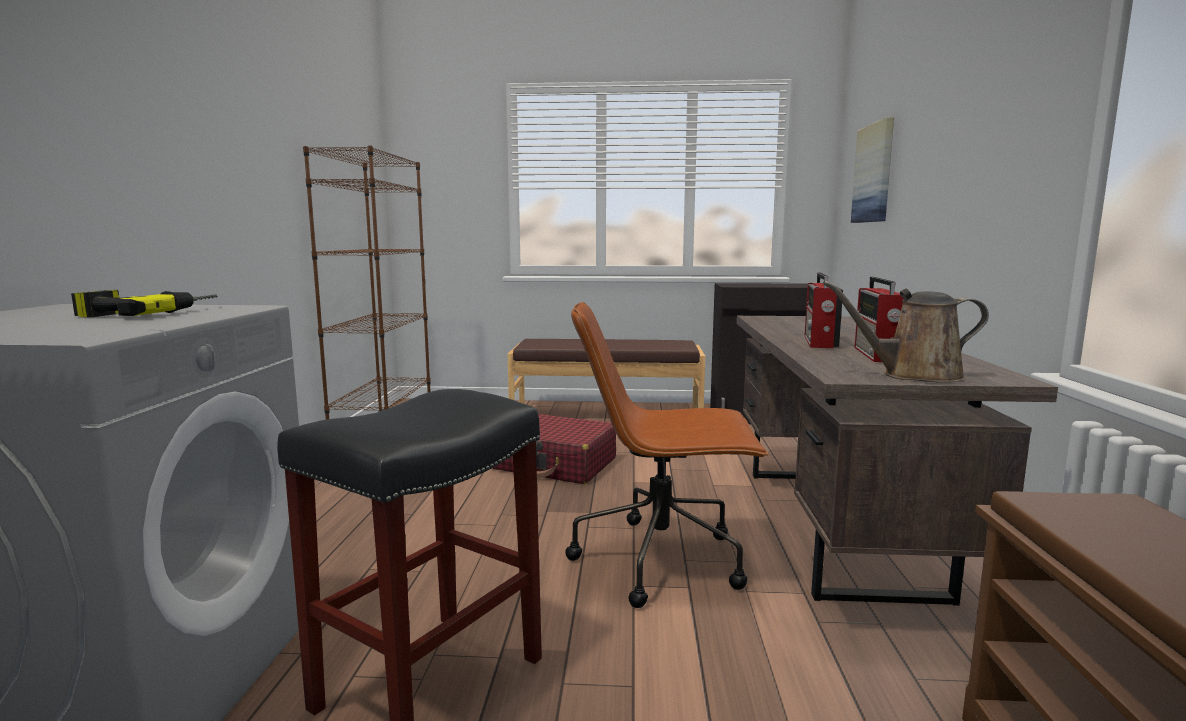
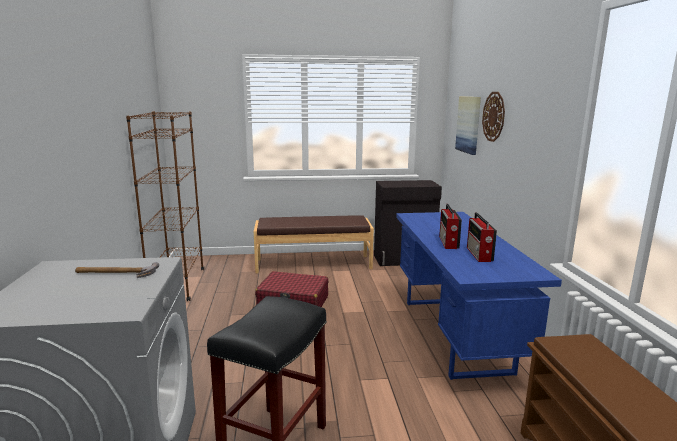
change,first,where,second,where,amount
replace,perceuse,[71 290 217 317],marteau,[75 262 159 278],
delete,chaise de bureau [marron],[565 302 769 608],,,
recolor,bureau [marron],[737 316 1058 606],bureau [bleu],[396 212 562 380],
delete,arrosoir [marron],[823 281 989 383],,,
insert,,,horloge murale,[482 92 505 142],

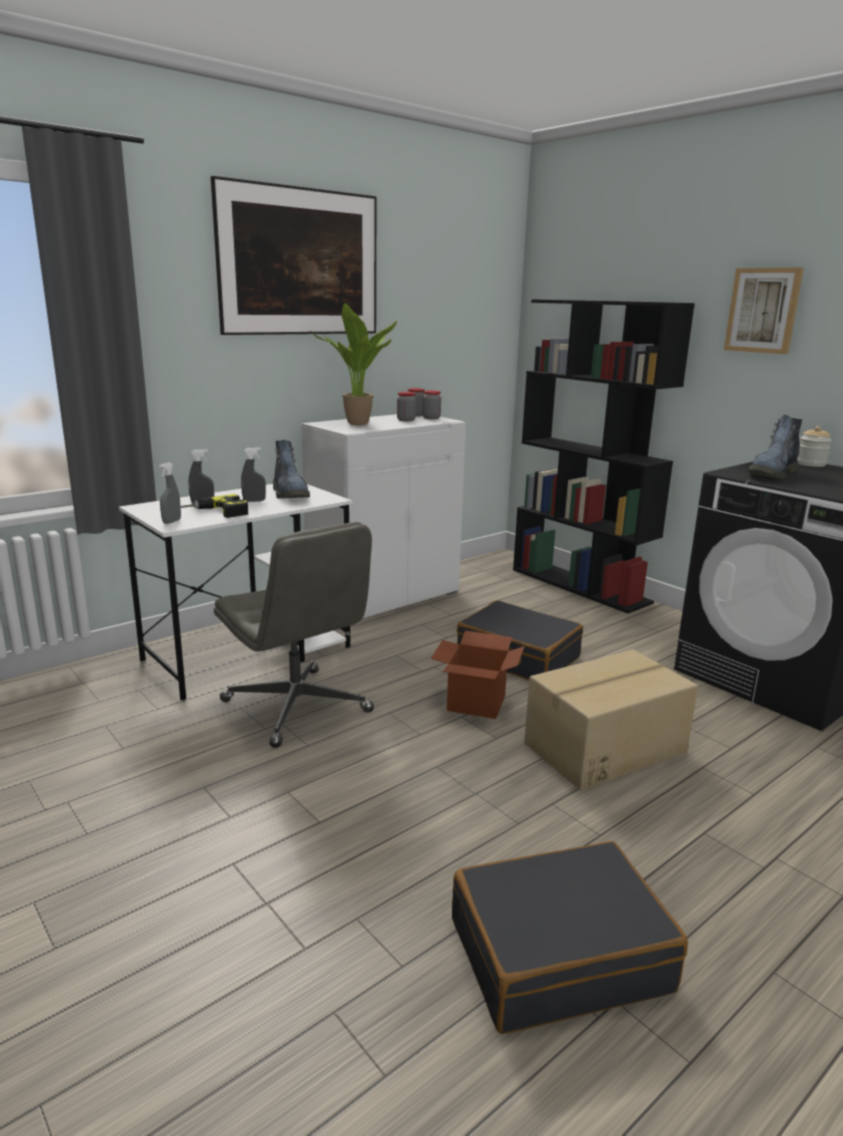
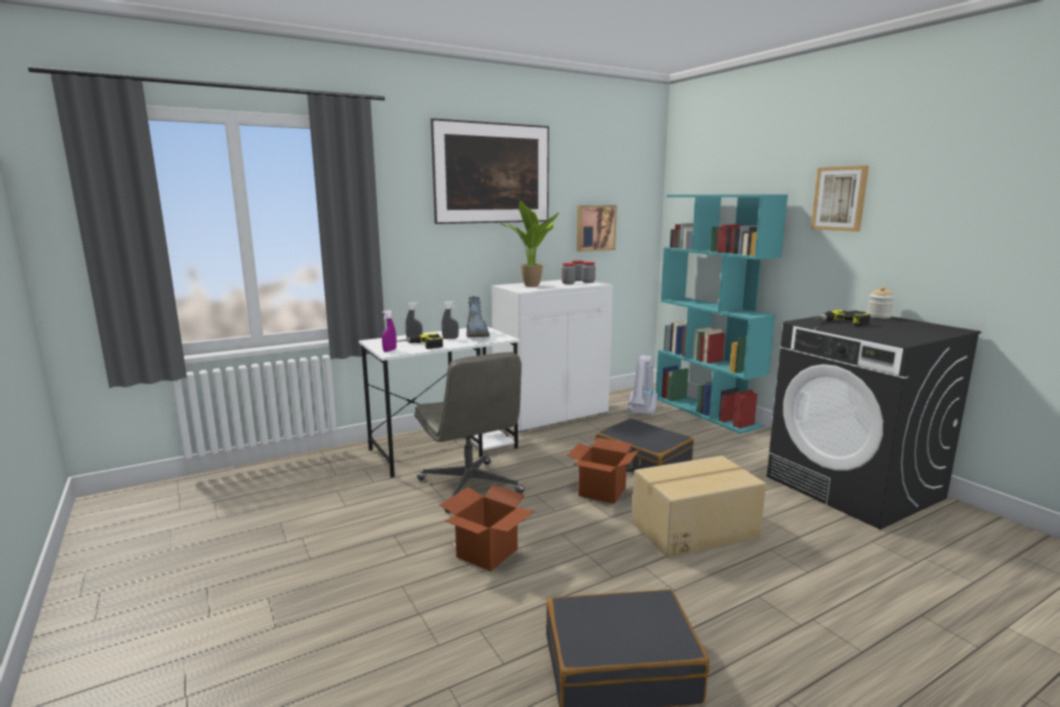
change,first,where,second,where,amount
recolor,vaporisateur [gris],[159 462 181 524],vaporisateur [violet],[382 310 397 352],
recolor,bibliothèque [noir],[513 299 695 613],bibliothèque [turquoise],[656 194 788 434],
replace,botte,[748 415 802 479],perceuse,[812 310 871 326],
insert,,,carton,[439 485 534 571],
insert,,,tableau,[577 205 617 252],
insert,,,aspirateur,[628 355 657 416],

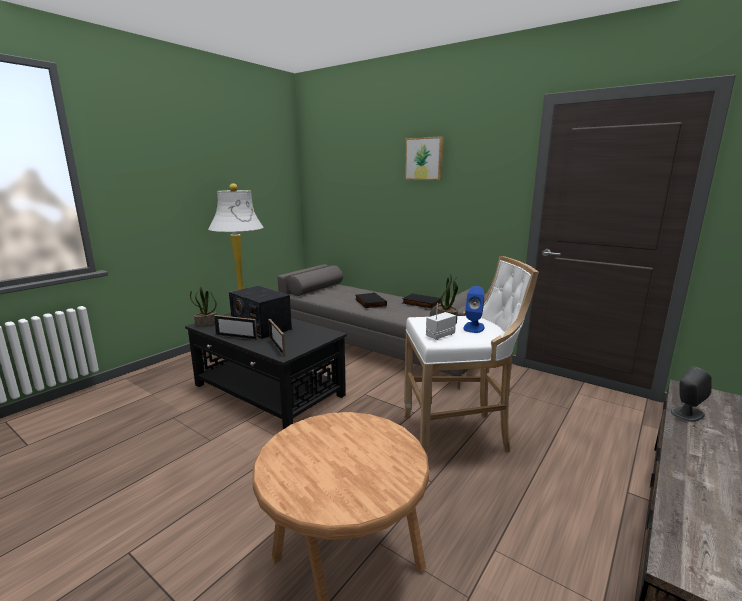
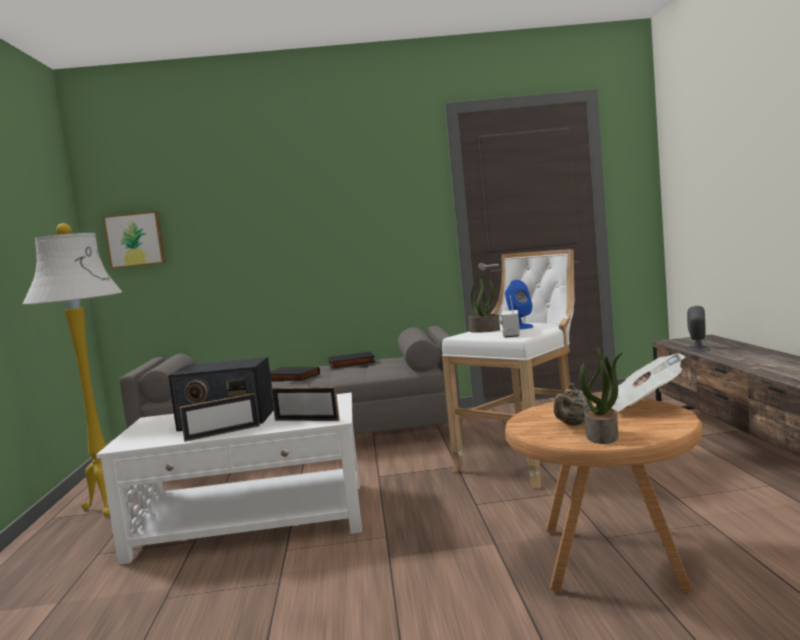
change,first,where,second,where,amount
recolor,table basse [noir],[185 312 347 429],table basse [blanc],[96 393 362 565],
move,plante en pot,[190 286 217 327],,[579 347 623 444],
move,tableau,[405 136 444 180],,[103 211 166 269],
insert,,,théière [beige],[554 383 590 426],
insert,,,journal,[595 354 685 412],

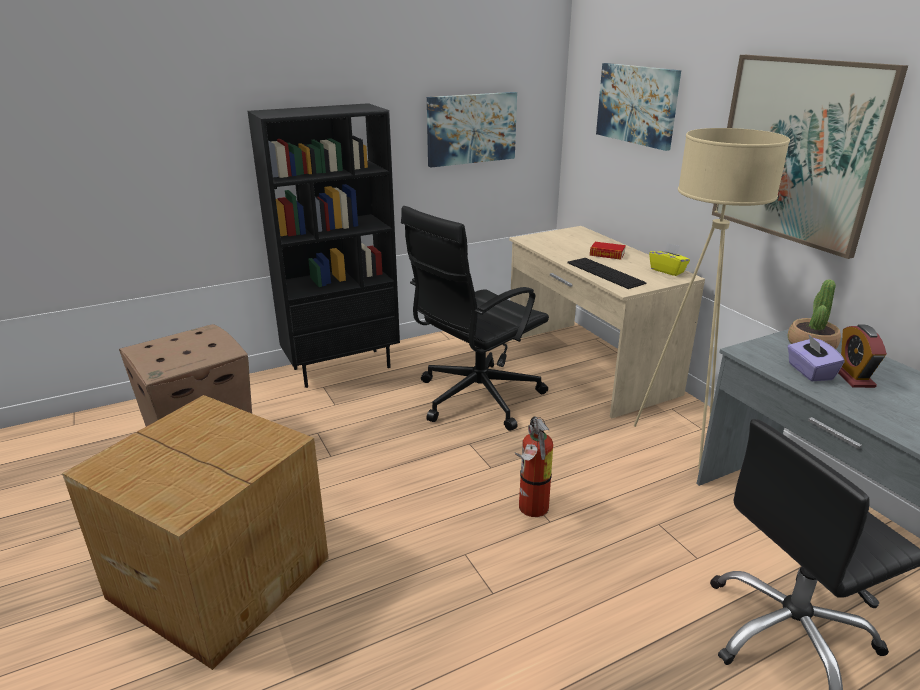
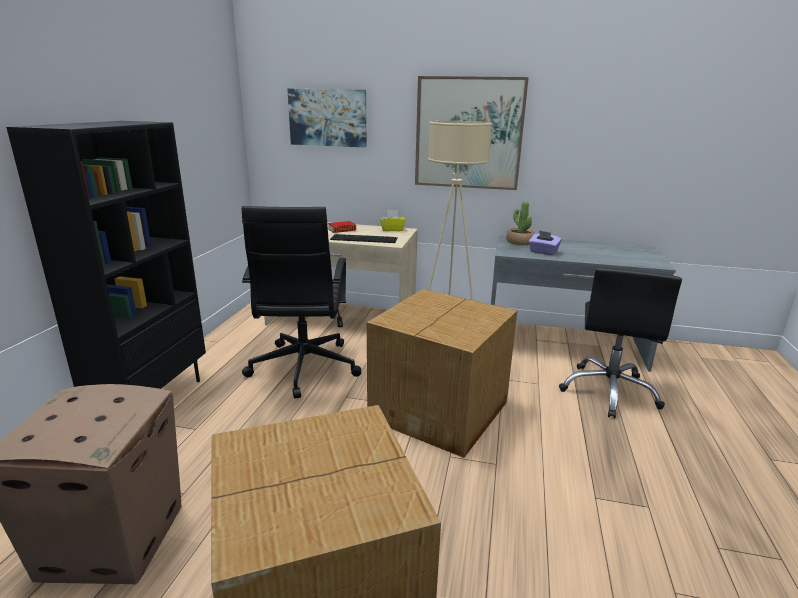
change,first,where,second,where,amount
delete,tableau,[427 92 517 168],,,
replace,extincteur,[515 416 553 517],carton,[367 289 517 458],
delete,réveil,[838 324 887 388],,,

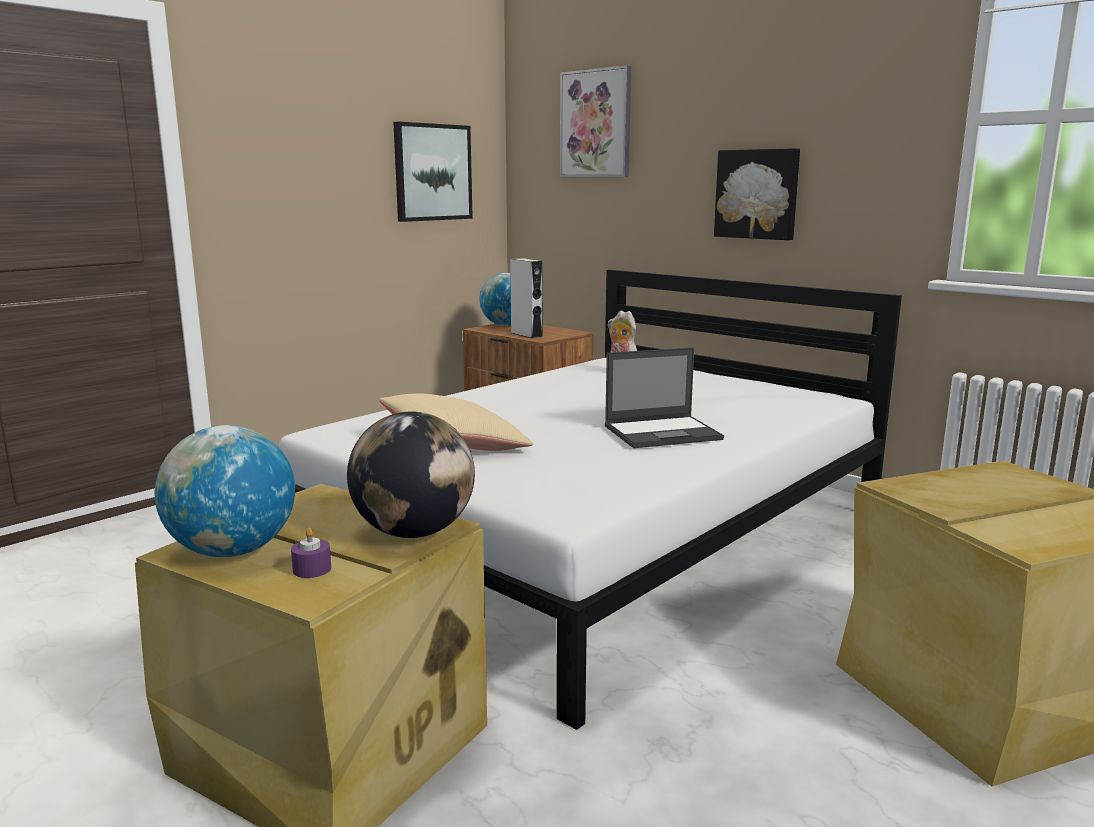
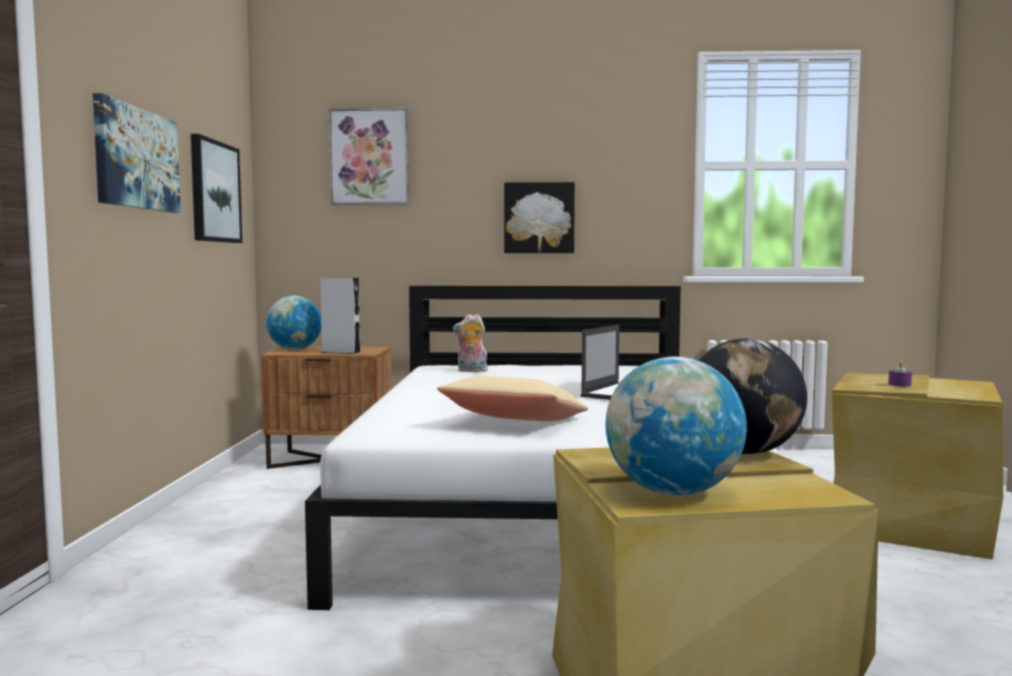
change,first,where,second,where,amount
move,bougie [violet],[291 528 331 578],,[889 361 912 386],
insert,,,tableau,[93 93 181 213],

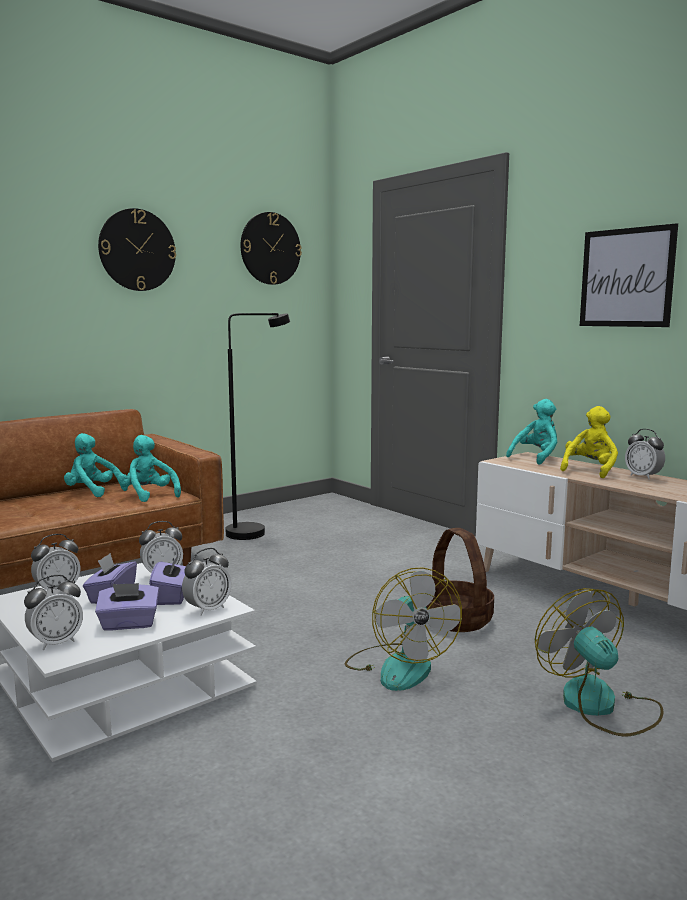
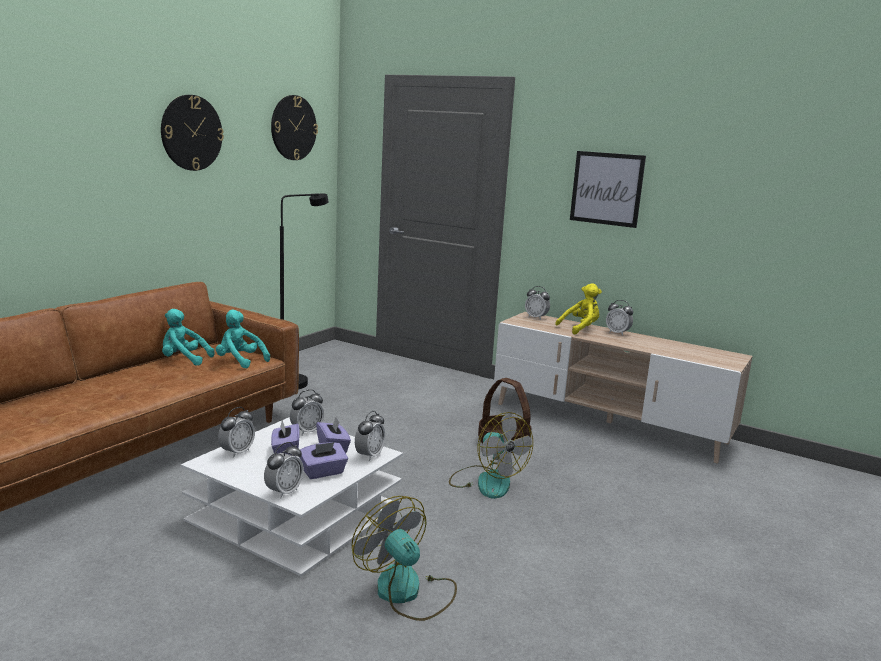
change,first,where,second,where,amount
replace,peluche [turquoise],[506 399 558 465],réveil,[525 286 550 320],
move,ventilateur,[535 588 663 737],,[351 496 457 621],
rotate,peluche [jaune],[560 406 618 478],,[555 283 602 335],45 degrees clockwise

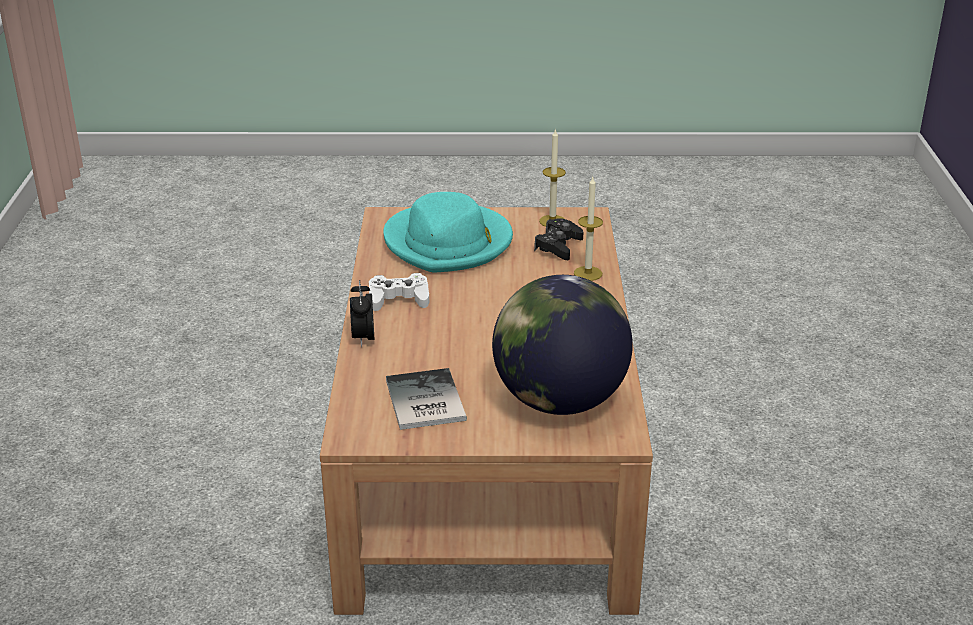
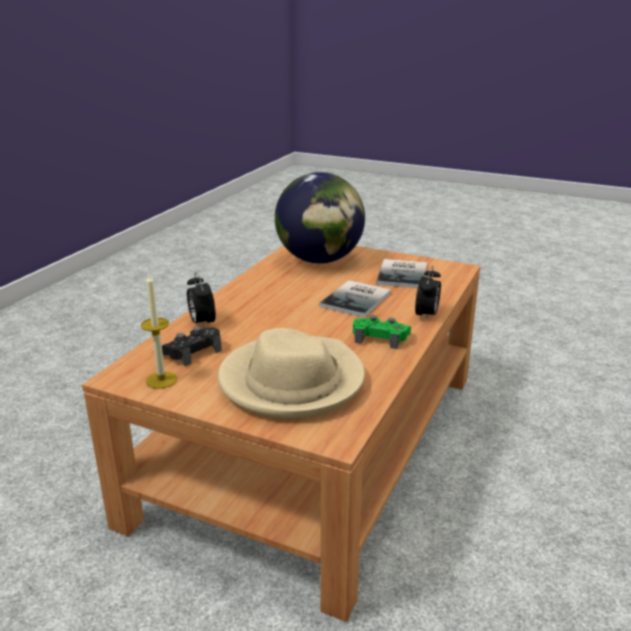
change,first,where,second,where,amount
recolor,manette [blanc],[369 273 429 311],manette [vert],[353 315 411 349],
recolor,chapeau [turquoise],[383 192 513 273],chapeau [beige],[218 328 365 419],
replace,bougie,[574 177 603 281],réveil,[187 272 216 329],
insert,,,livre,[319 280 391 318],

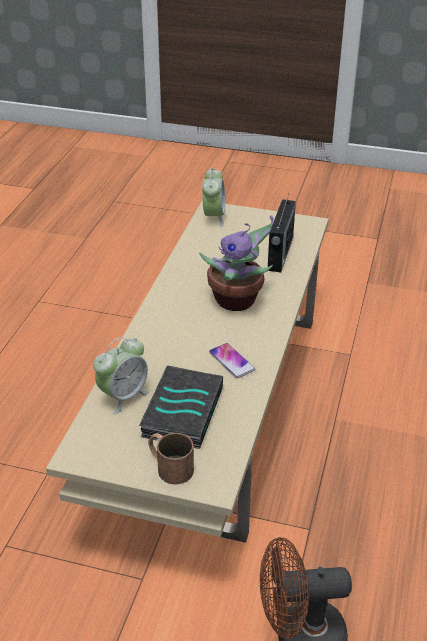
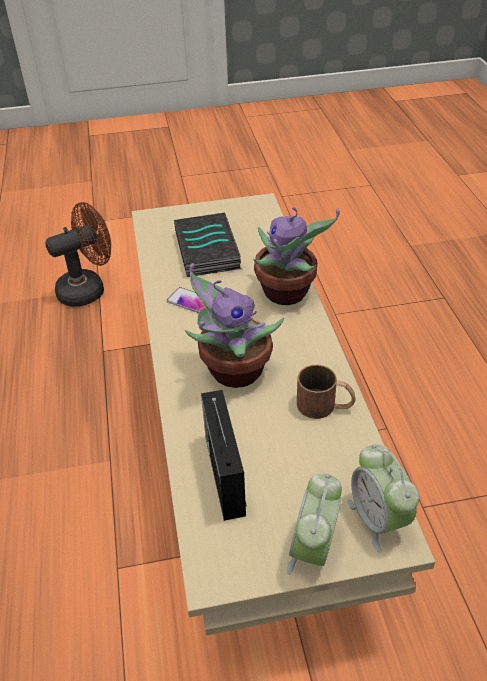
change,first,where,second,where,amount
move,réveil,[93 337 150 415],,[287 473 342 575],
move,mug [marron],[148 433 194 484],,[297 365 355 419],
insert,,,plante en pot,[253 207 340 305],

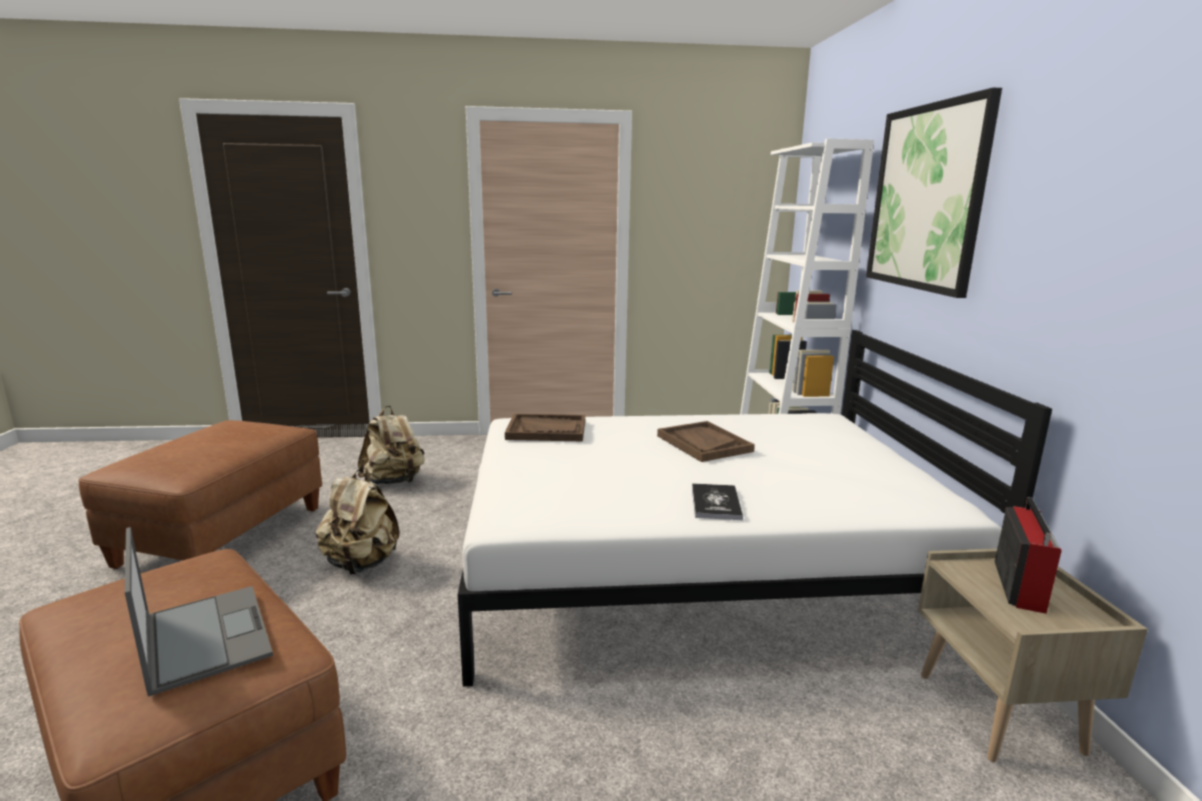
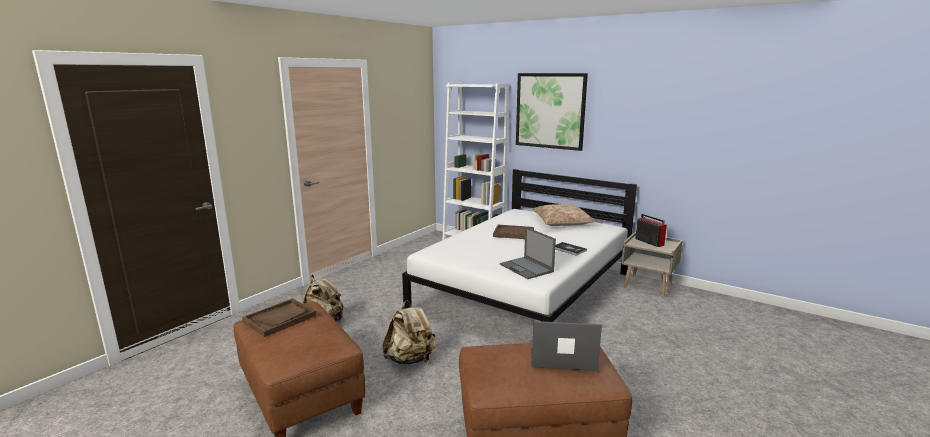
change,first,where,second,where,amount
move,plateau [marron],[505 414 585 441],,[242 298 316 337],
insert,,,ordinateur portable,[500 227 556 279],
insert,,,coussin [beige],[532 204 596 226],

